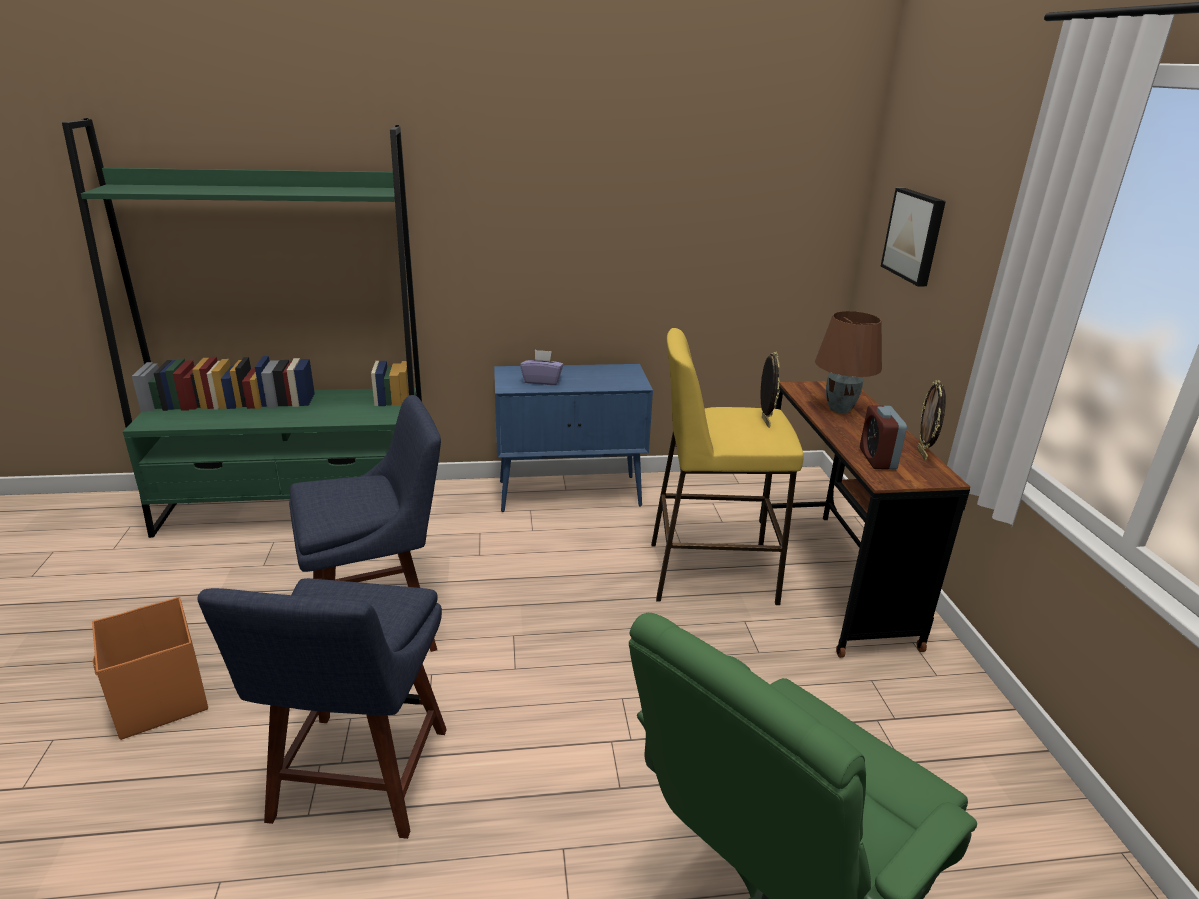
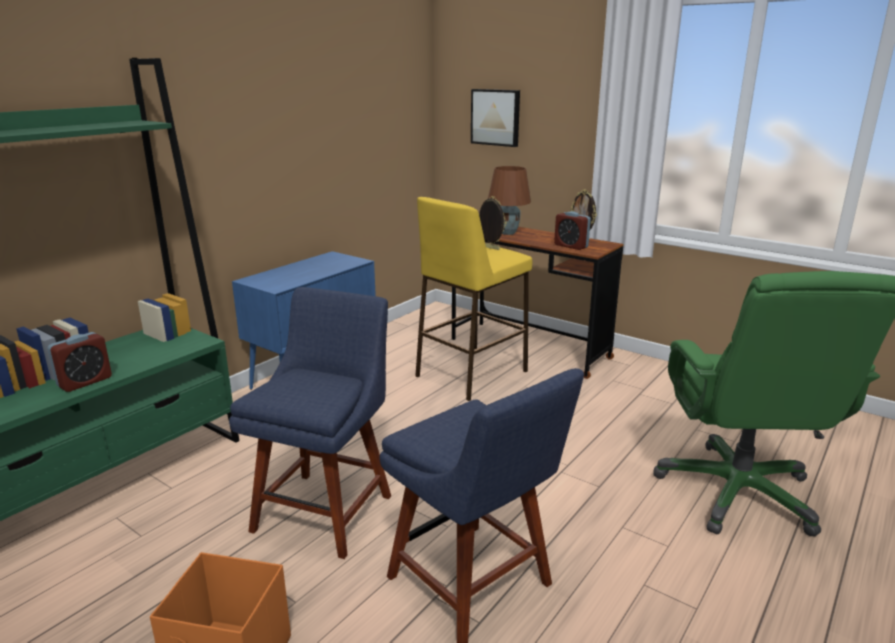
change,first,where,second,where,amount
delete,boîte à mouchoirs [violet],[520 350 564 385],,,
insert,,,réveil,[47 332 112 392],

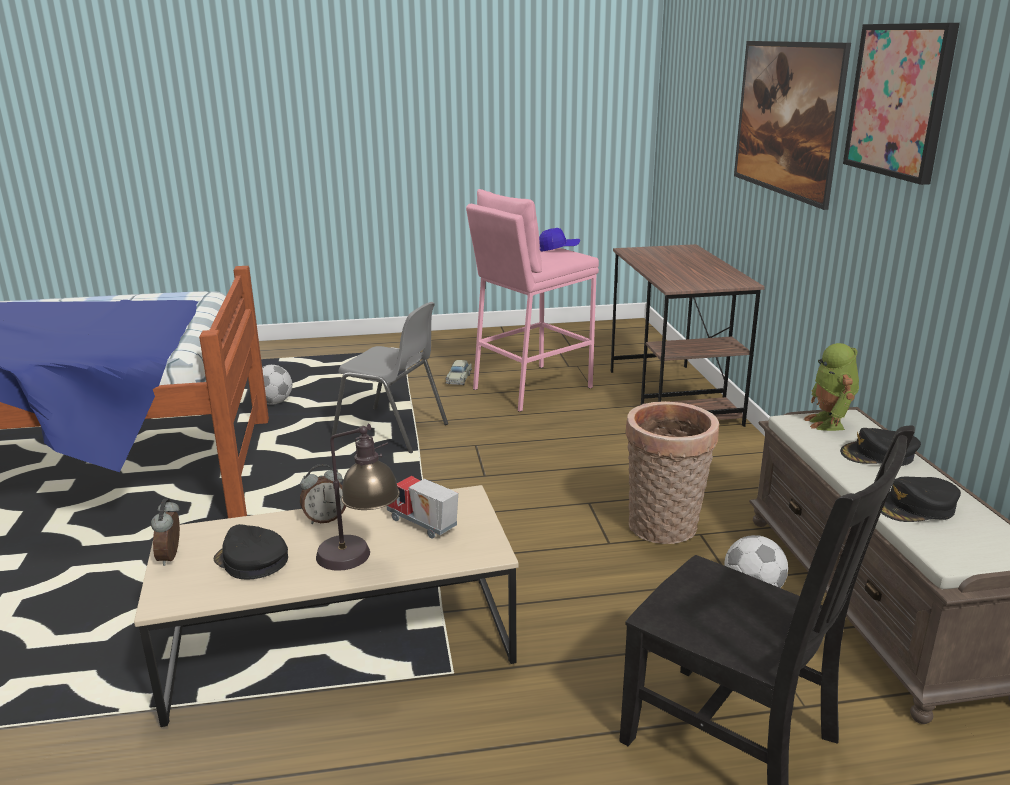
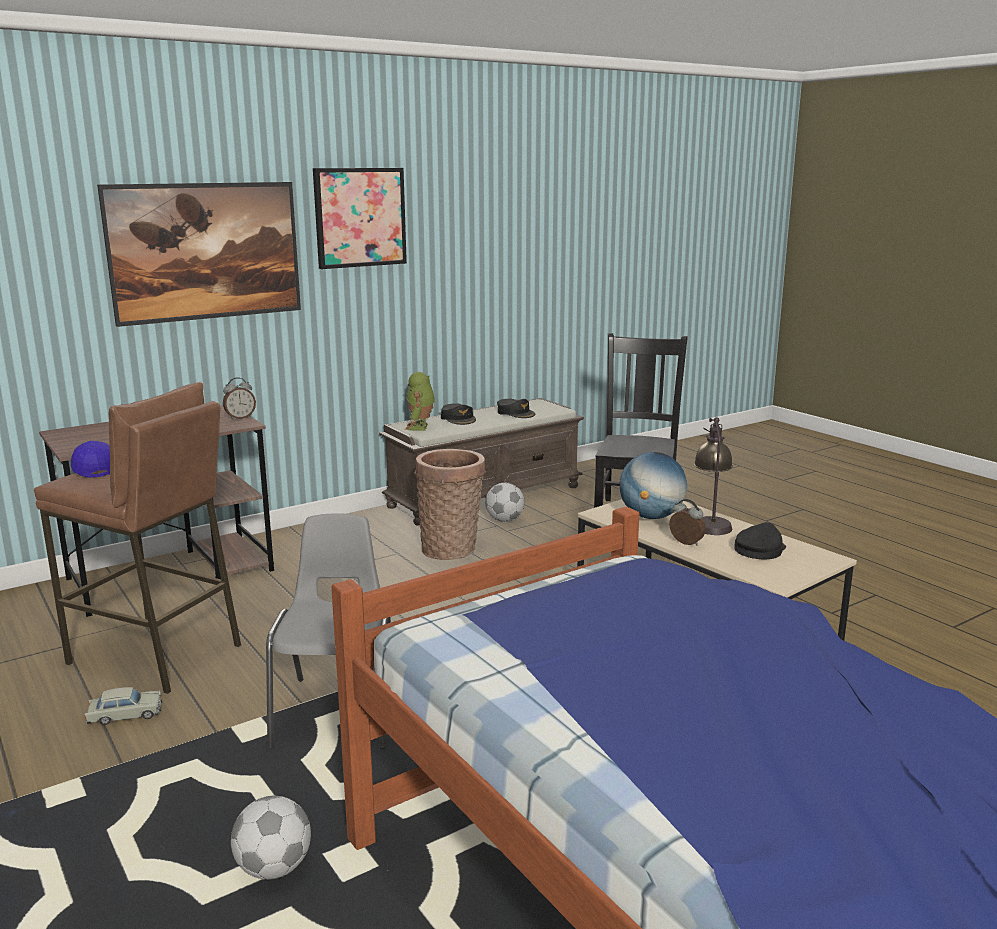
change,first,where,second,where,amount
move,réveil,[151 499 180 566],,[223 377 256 420],
rotate,casquette [noir],[213 524 288 580],,[734 522 786 559],150 degrees counterclockwise
replace,camion jouet,[387 476 458 539],globe,[620 452 687 519],
recolor,tabouret [rose],[466 189 599 412],tabouret [marron],[34 382 241 694],
rotate,robot jouet,[804 343 859 431],,[405 372 435 431],120 degrees clockwise

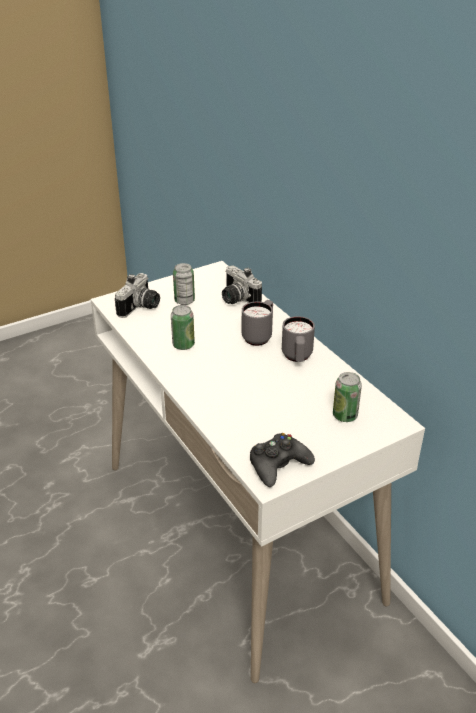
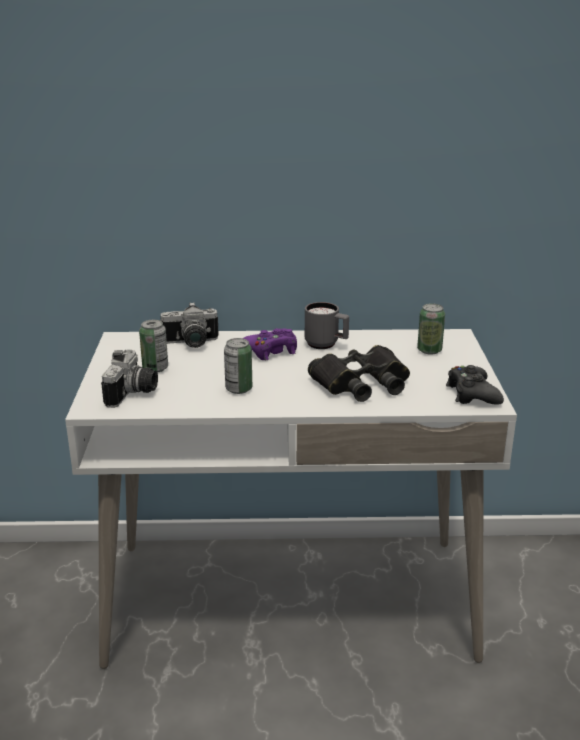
change,first,where,second,where,amount
rotate,appareil photo,[115 273 160 318],,[101 349 158 408],45 degrees clockwise
replace,mug [gris],[242 300 273 346],manette [violet],[243 328 297 360],
insert,,,jumelles [noir],[308 345 410 402],

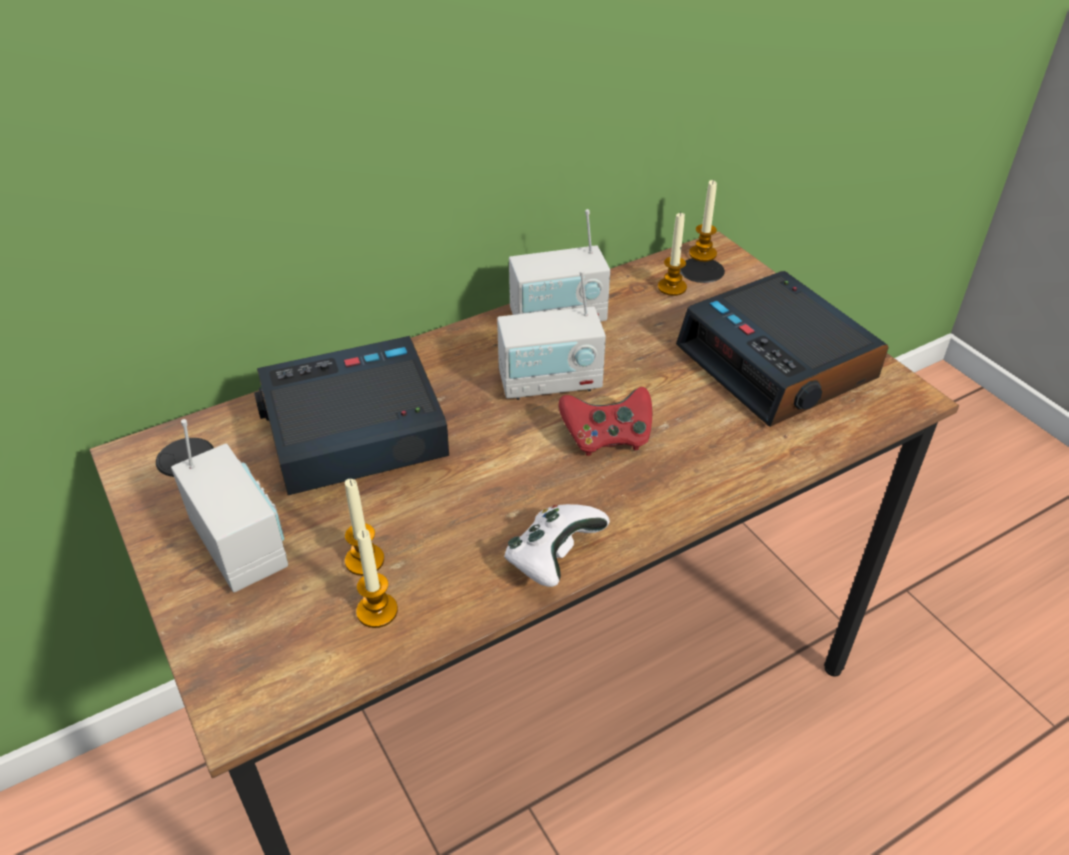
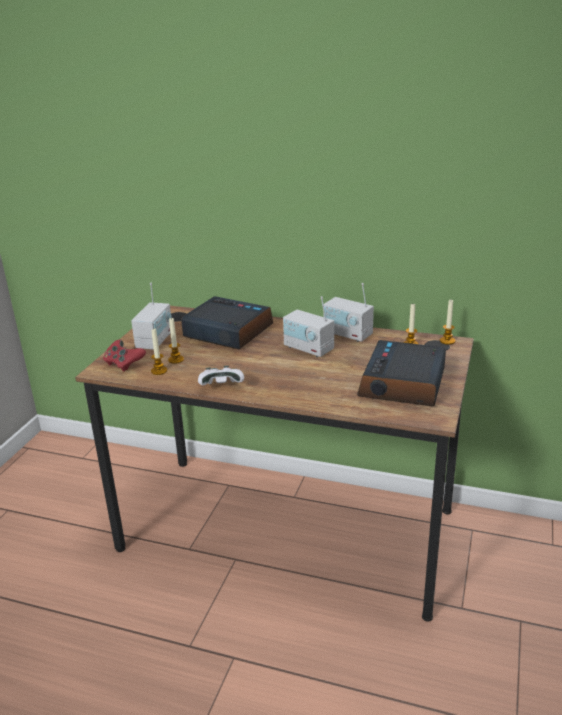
change,first,where,second,where,amount
move,manette [rouge],[559 387 652 456],,[103 339 146 372],

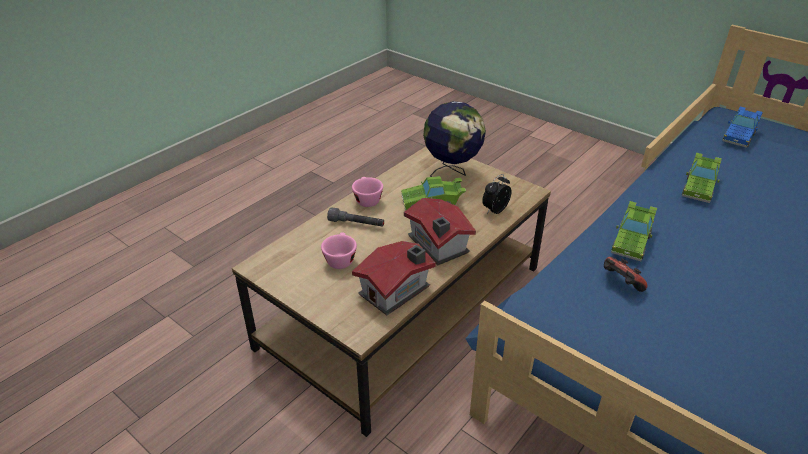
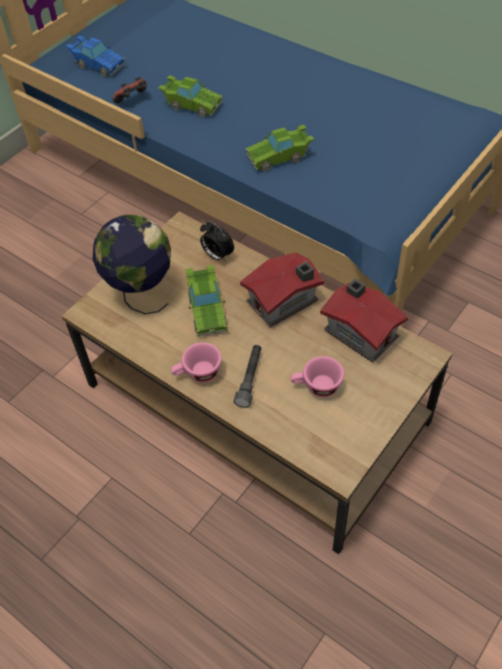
change,first,where,second,where,amount
move,manette,[604 257 647 292],,[113 77 147 104],
rotate,petite voiture [vert],[611 201 657 261],,[246 125 314 171],135 degrees clockwise

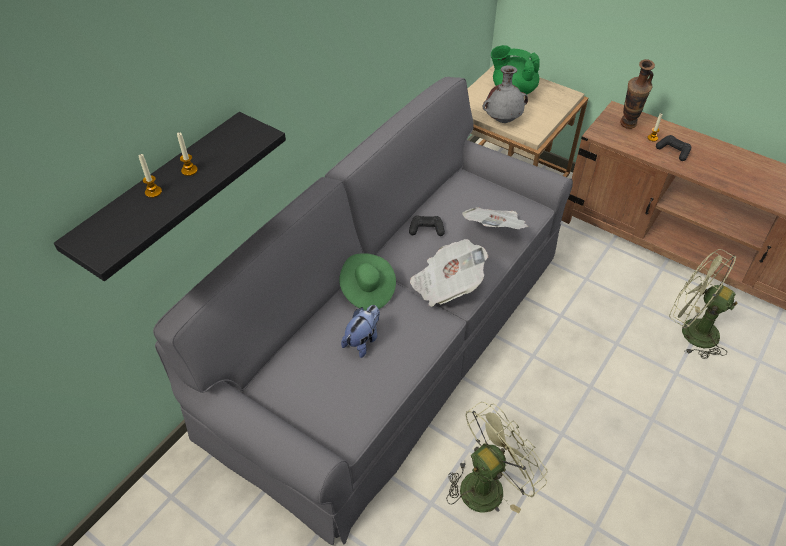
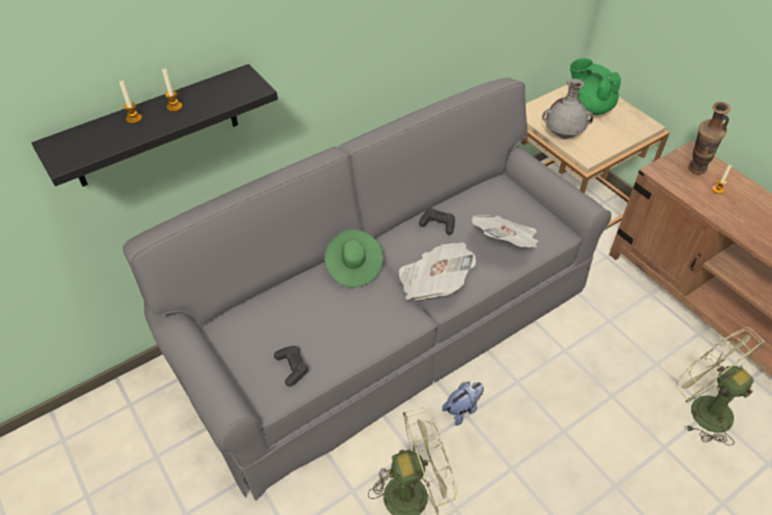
change,first,where,second,where,amount
move,peluche,[341 305 380 358],,[442 382 484 426],
move,manette [noir],[656 135 691 161],,[274 346 308 387],

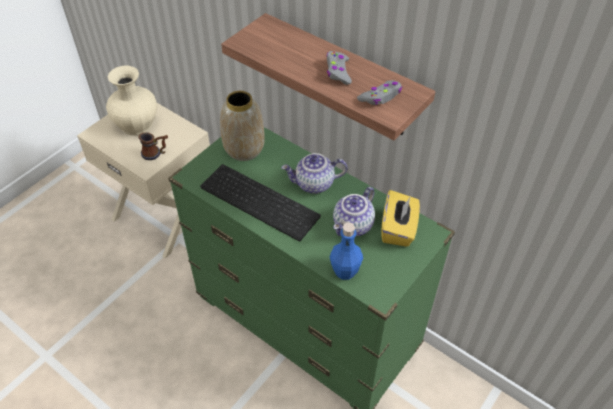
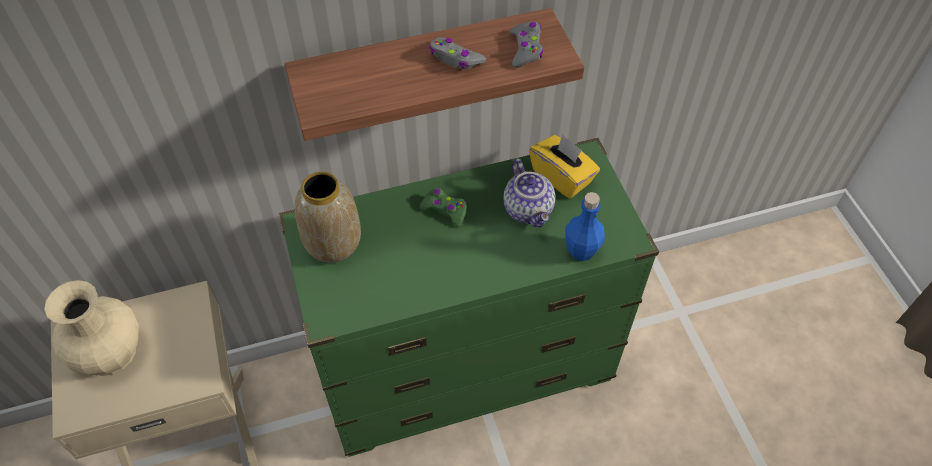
change,first,where,second,where,amount
delete,mug,[138 132 168 160],,,
delete,clavier,[200 164 321 241],,,
replace,théière,[281 153 347 194],manette [vert],[420 187 467 227],

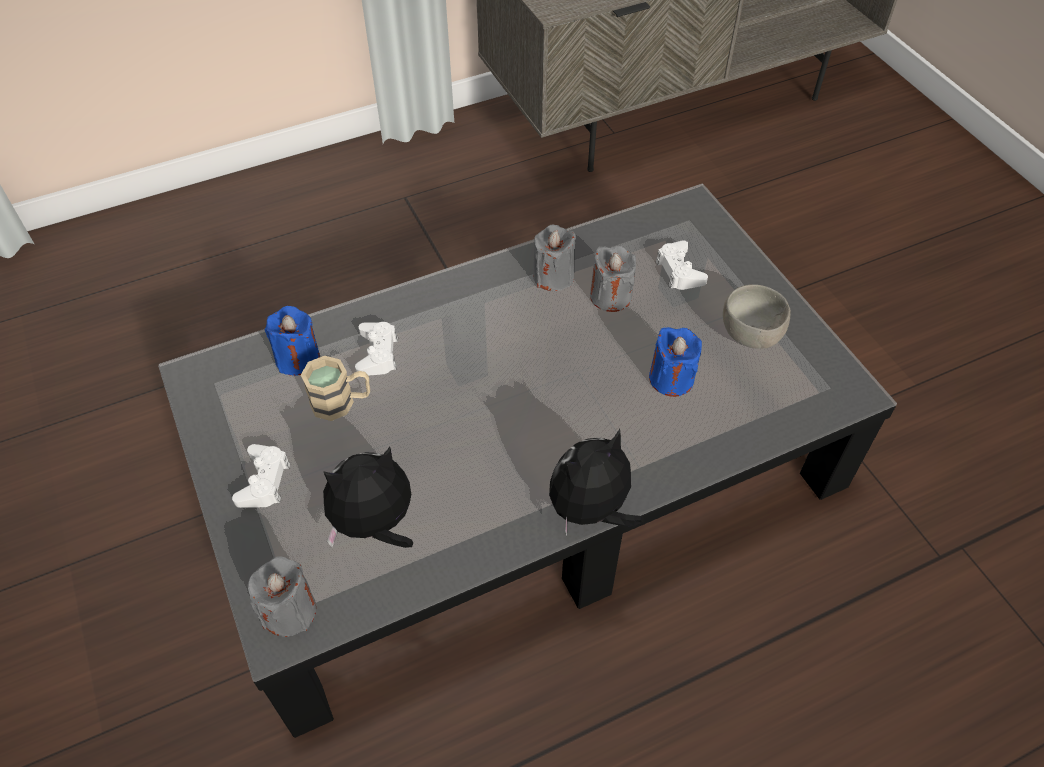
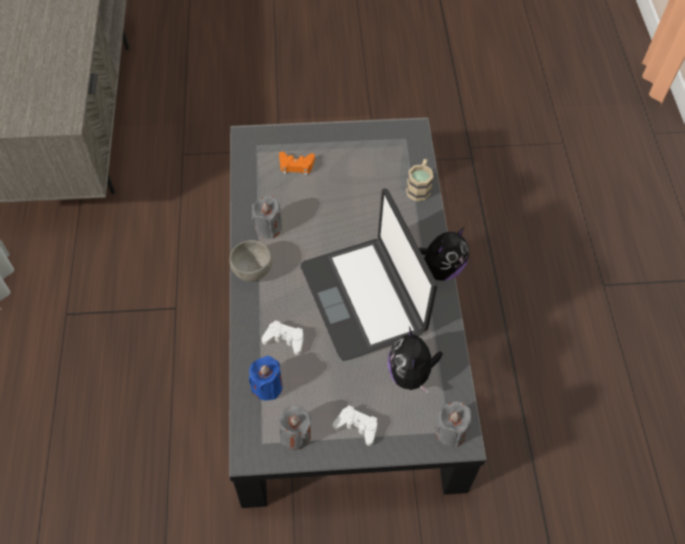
change,first,where,second,where,amount
move,mug [beige],[301 356 370 421],,[406 159 434 201],
rotate,peluche,[549 429 645 536],,[418 227 469 281],120 degrees counterclockwise
move,bougie [gris],[590 246 636 312],,[278 405 312 450],
delete,bougie [bleu],[649 327 702 397],,,
recolor,manette [blanc],[656 240 708 290],manette [orange],[279 152 315 176],
move,bol [gris],[723 284 791 349],,[229 240 273 282],
insert,,,ordinateur portable,[301 188 437 361],

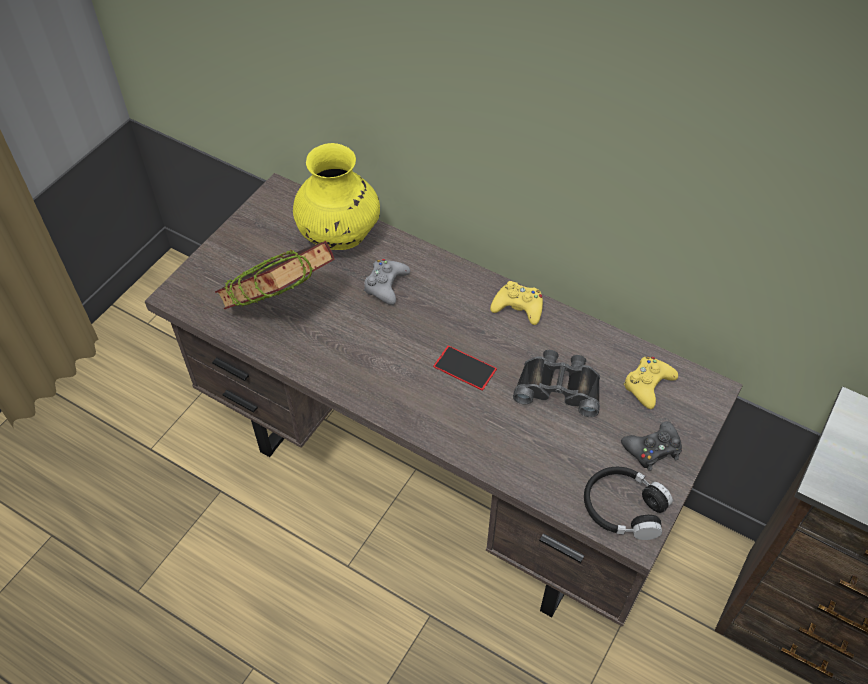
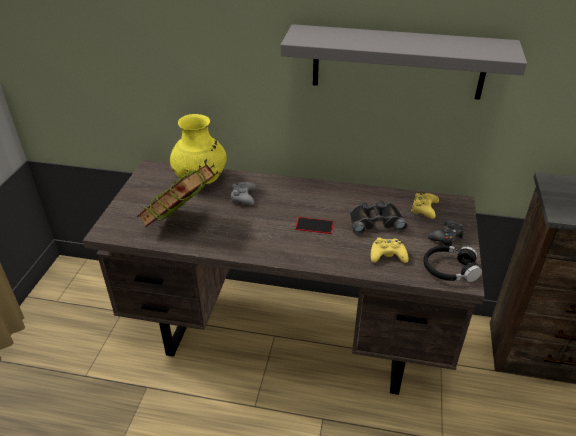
change,first,where,second,where,amount
move,manette [jaune],[490 281 543 325],,[371 237 408 263],
insert,,,étagère [gris],[280 24 527 100],

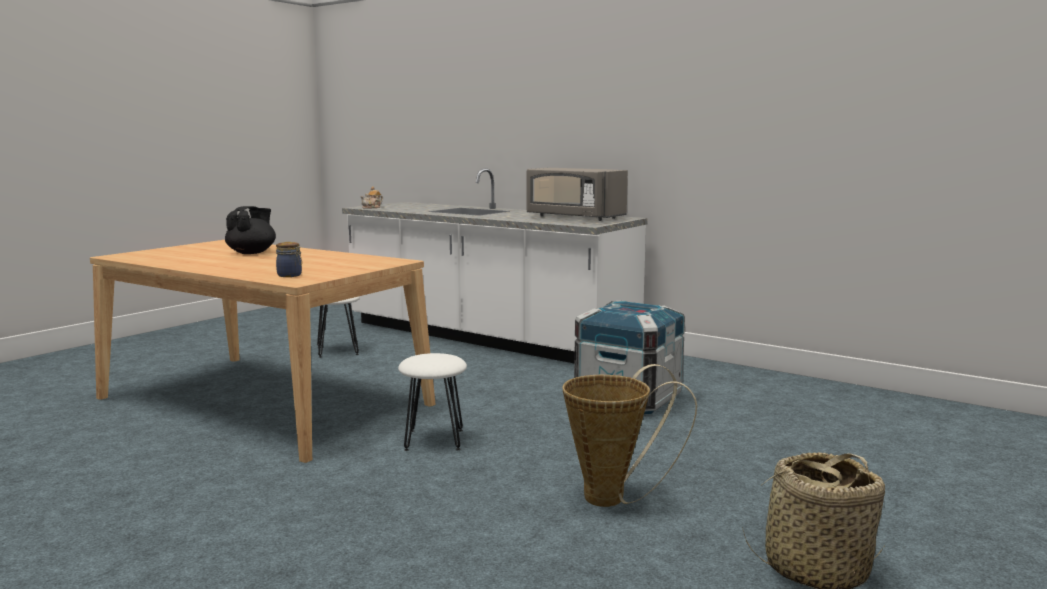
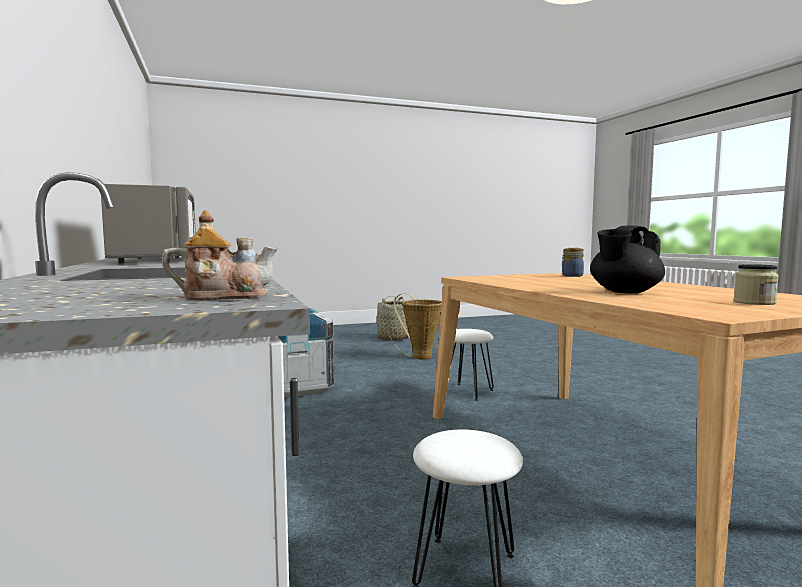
change,first,where,second,where,amount
insert,,,bocal,[734 264 779 305],

